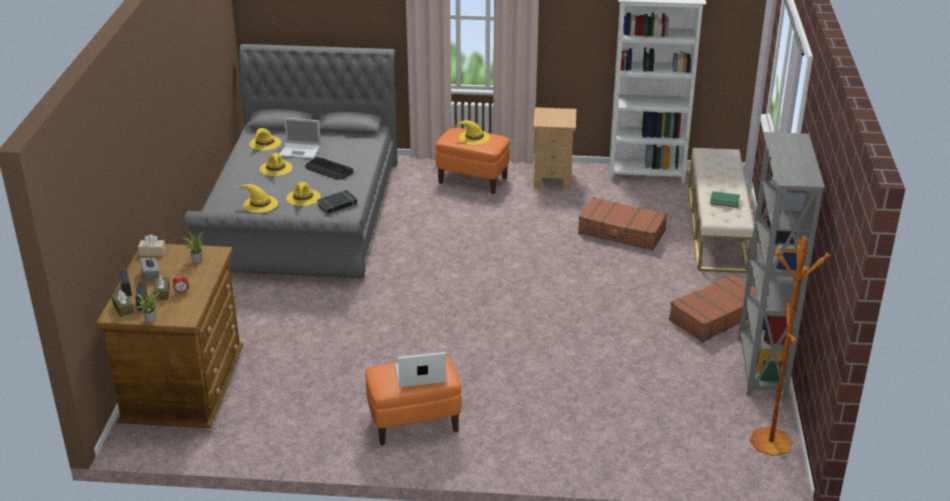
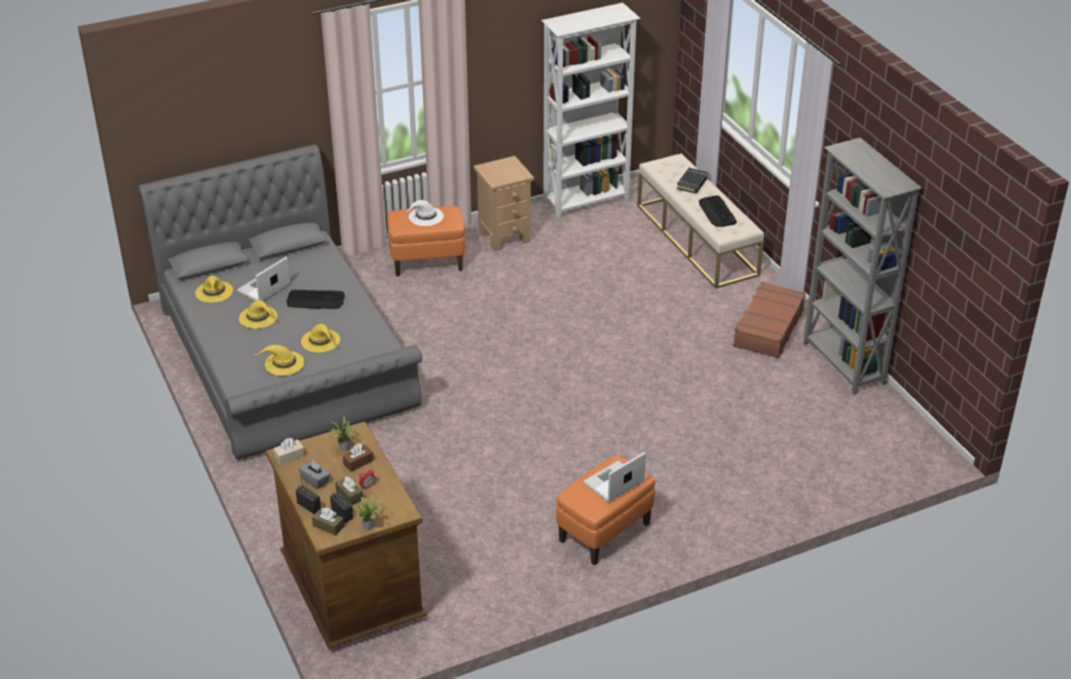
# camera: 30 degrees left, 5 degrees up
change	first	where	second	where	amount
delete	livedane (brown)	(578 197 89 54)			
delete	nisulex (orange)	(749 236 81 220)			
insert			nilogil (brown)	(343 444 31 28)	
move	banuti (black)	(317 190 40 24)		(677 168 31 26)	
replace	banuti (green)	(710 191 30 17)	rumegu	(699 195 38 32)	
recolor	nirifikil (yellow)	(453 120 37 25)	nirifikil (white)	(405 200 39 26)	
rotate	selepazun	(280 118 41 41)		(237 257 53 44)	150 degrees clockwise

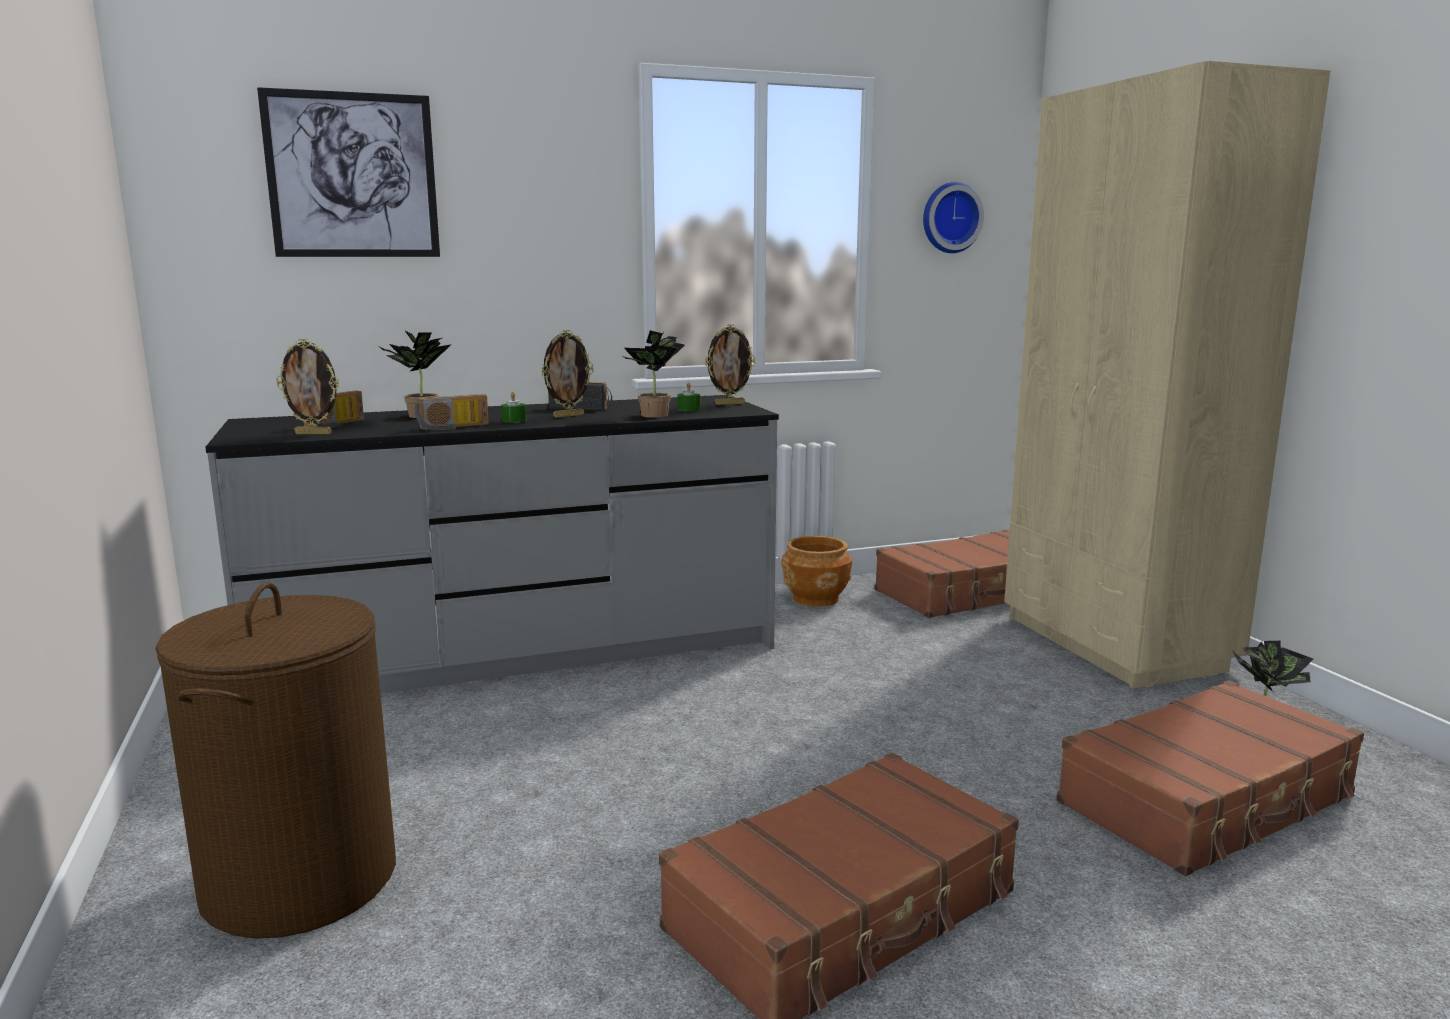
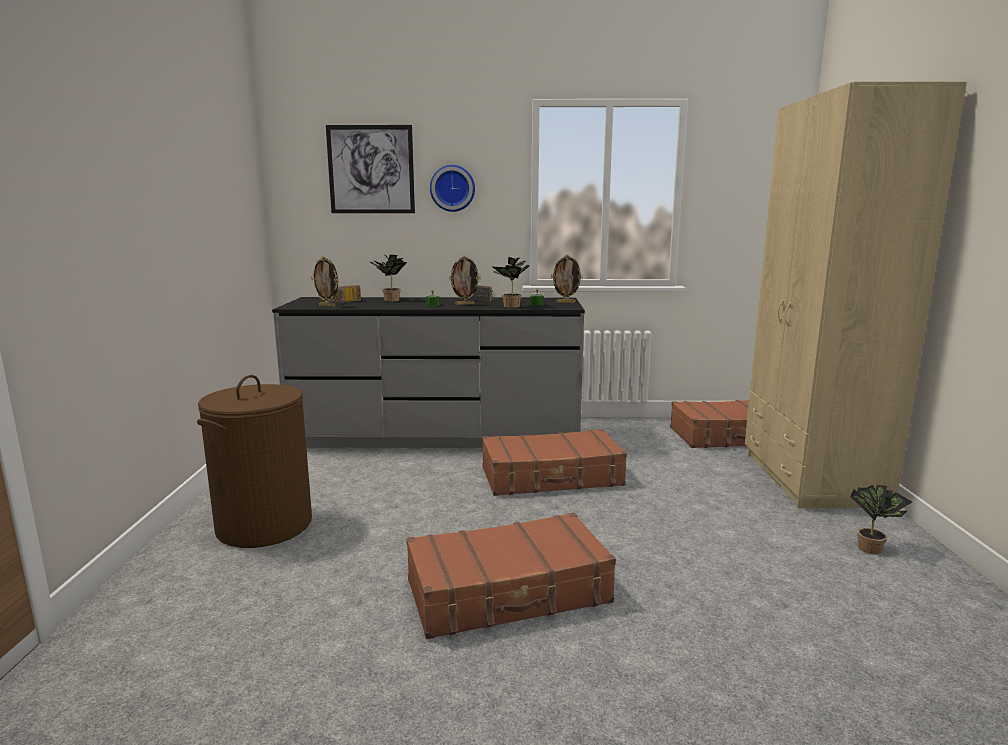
# camera: 20 degrees right, 0 degrees up
change	first	where	second	where	amount
delete	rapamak	(414 394 75 36)			
delete	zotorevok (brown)	(781 536 72 71)			
move	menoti	(923 182 61 71)		(430 165 45 47)	
move	livedane (brown)	(1056 680 308 196)		(482 429 145 67)	

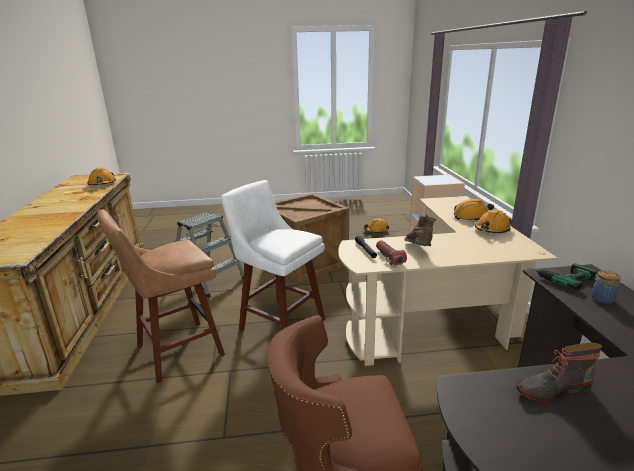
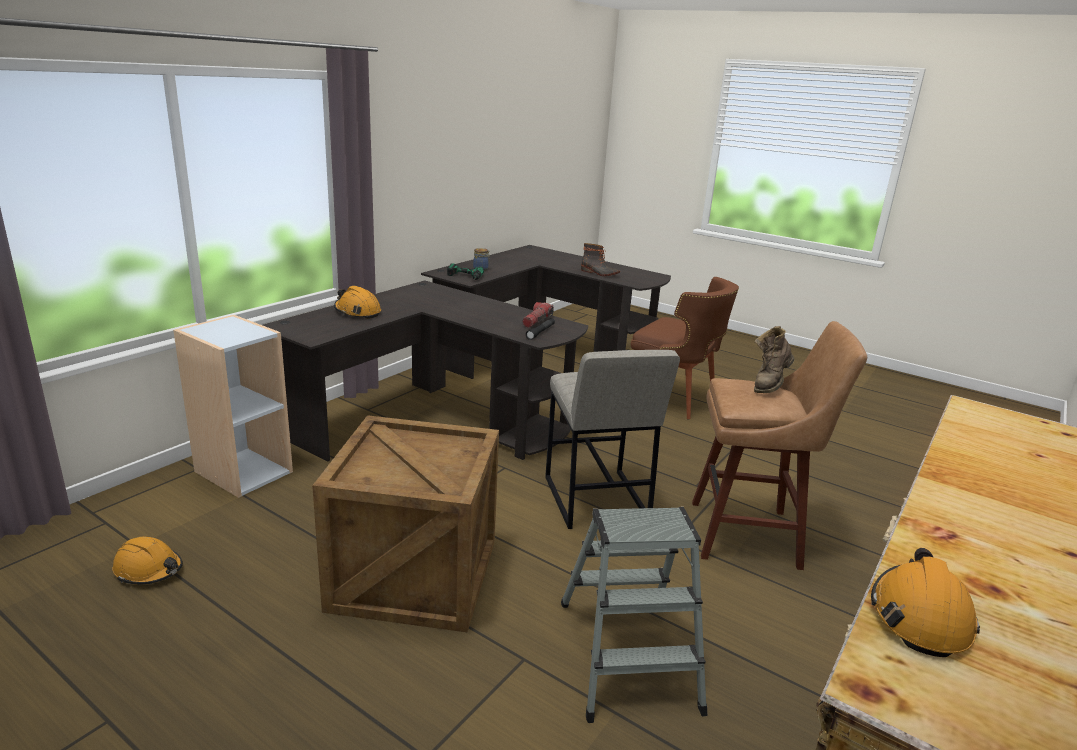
# camera: 140 degrees left, 0 degrees up
change	first	where	second	where	amount
delete	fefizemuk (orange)	(475 209 37 24)			
move	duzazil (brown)	(404 214 33 32)		(754 326 41 67)	
replace	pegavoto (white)	(221 180 104 152)	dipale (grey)	(545 350 135 179)	
recolor	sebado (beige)	(338 196 219 170)	sebado (black)	(263 280 325 181)	

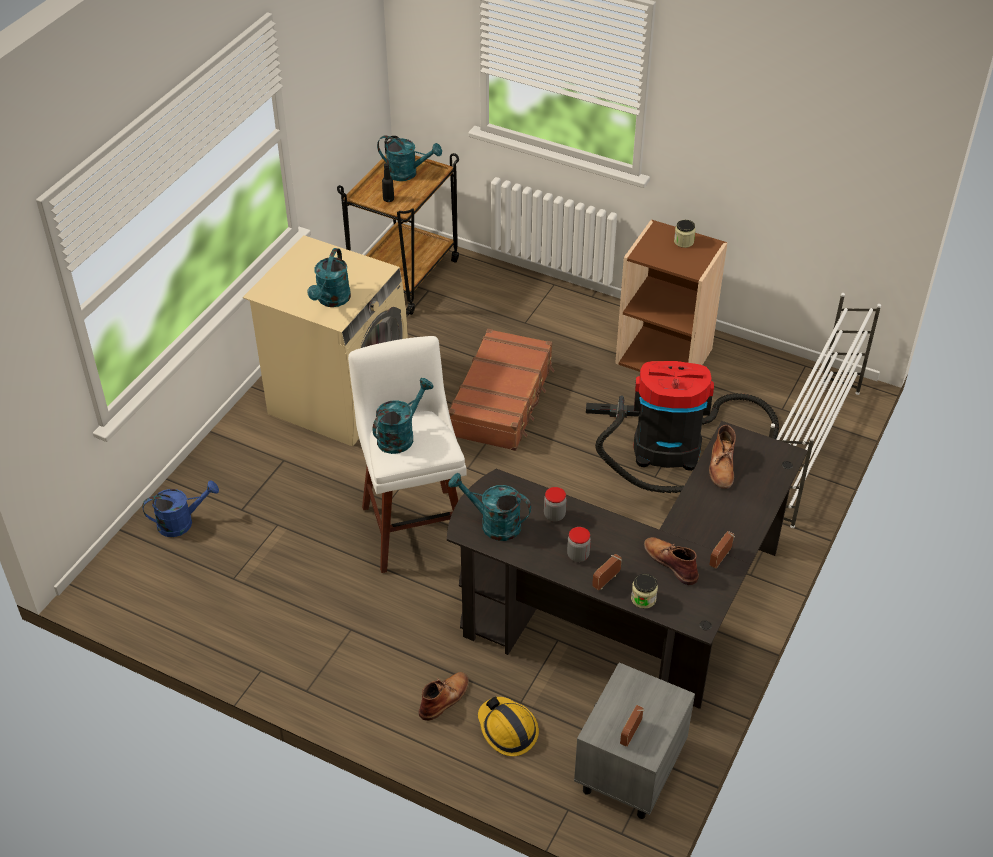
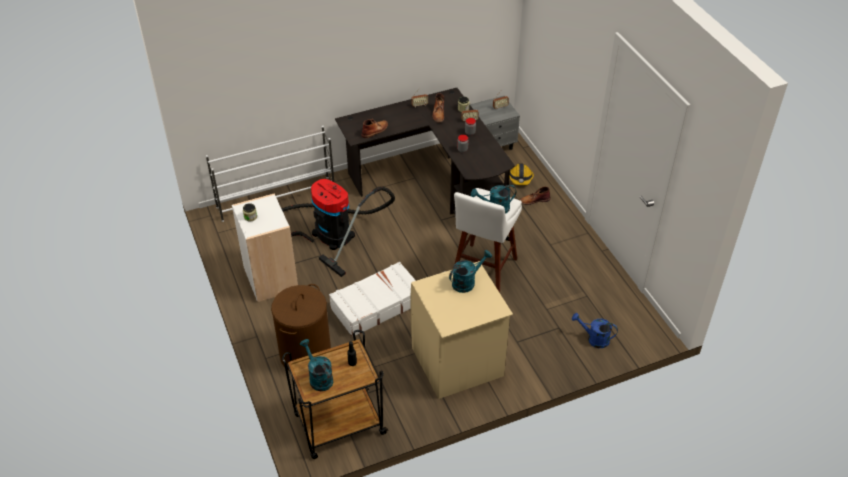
# camera: 140 degrees left, 0 degrees up
change	first	where	second	where	amount
delete	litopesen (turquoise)	(448 473 83 68)			
insert			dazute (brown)	(271 284 60 87)	
recolor	livedane (brown)	(449 329 105 122)	livedane (white)	(329 262 87 75)	
recolor	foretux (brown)	(615 220 113 152)	foretux (white)	(232 193 66 109)	

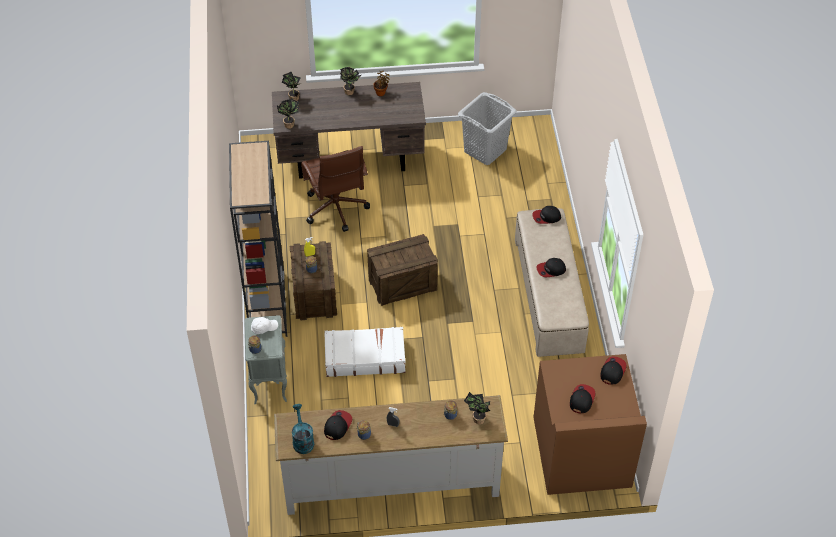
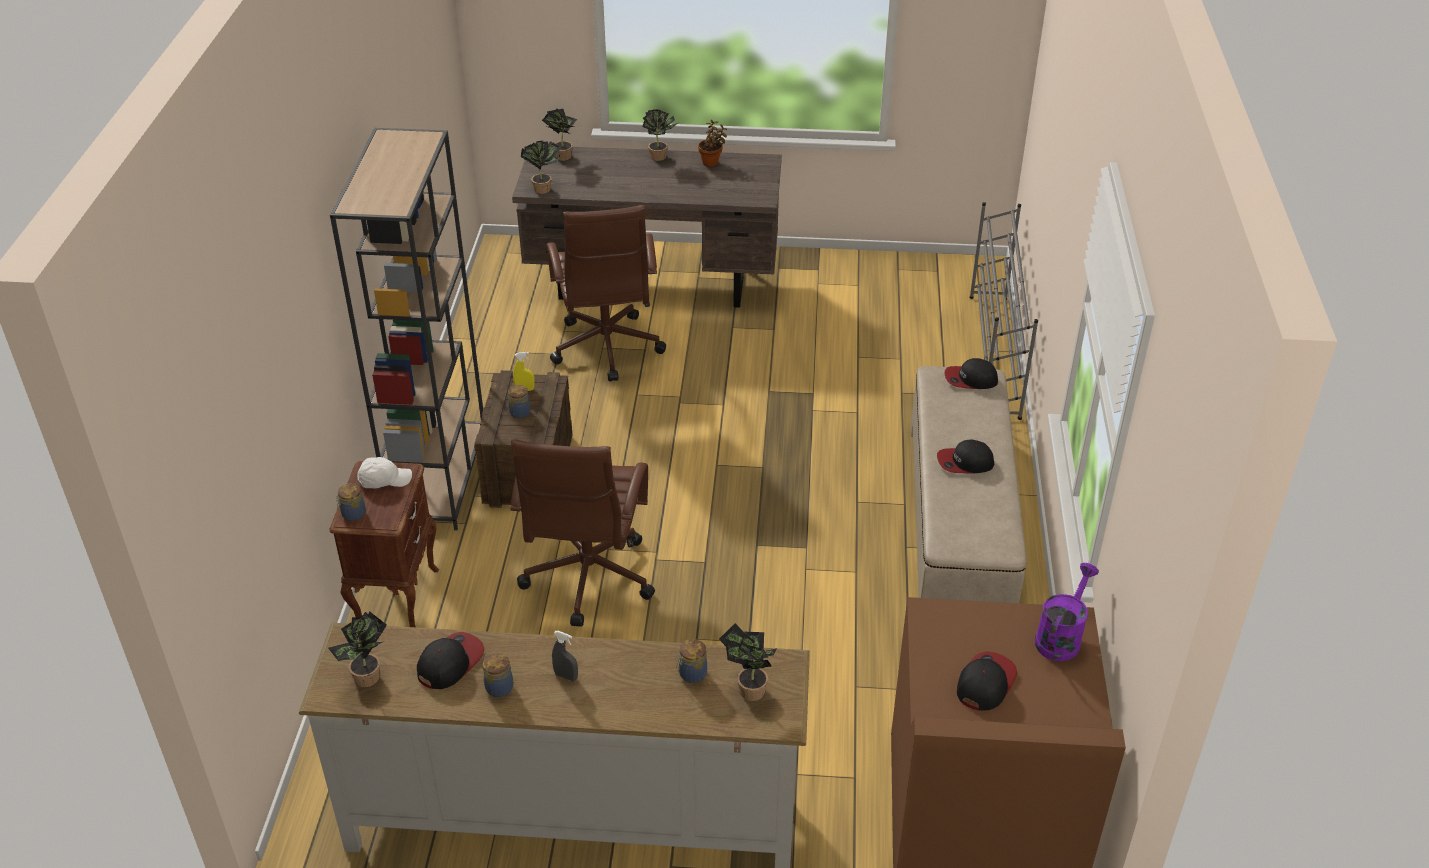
# camera: 10 degrees right, 10 degrees down
change	first	where	second	where	amount
delete	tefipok	(367 234 71 72)			
delete	dazute (grey)	(458 92 58 73)			
insert			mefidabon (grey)	(970 202 68 218)	
replace	litopesen (turquoise)	(292 404 22 50)	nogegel	(328 612 59 75)	
replace	livedane (white)	(324 327 82 50)	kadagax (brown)	(510 439 145 188)	
replace	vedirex	(600 356 27 29)	litopesen (purple)	(1035 563 64 98)	
recolor	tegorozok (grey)	(245 315 42 89)	tegorozok (brown)	(329 461 110 166)	

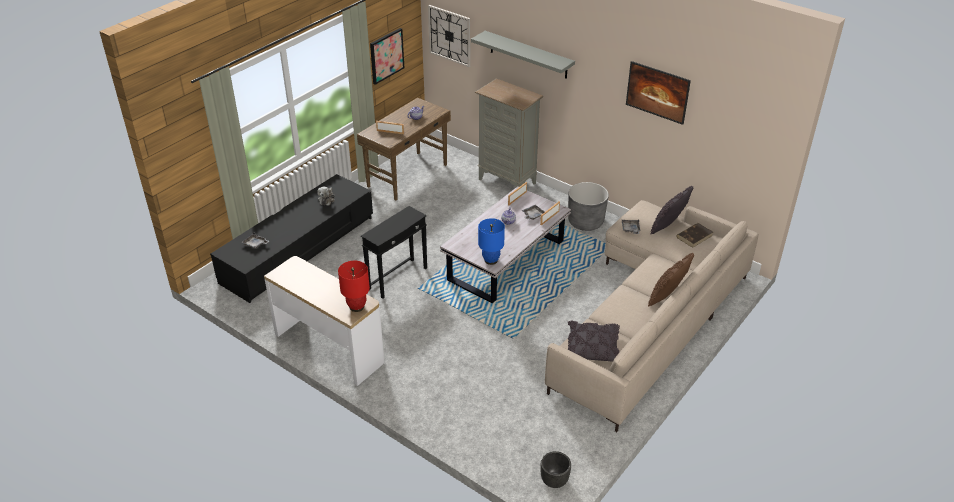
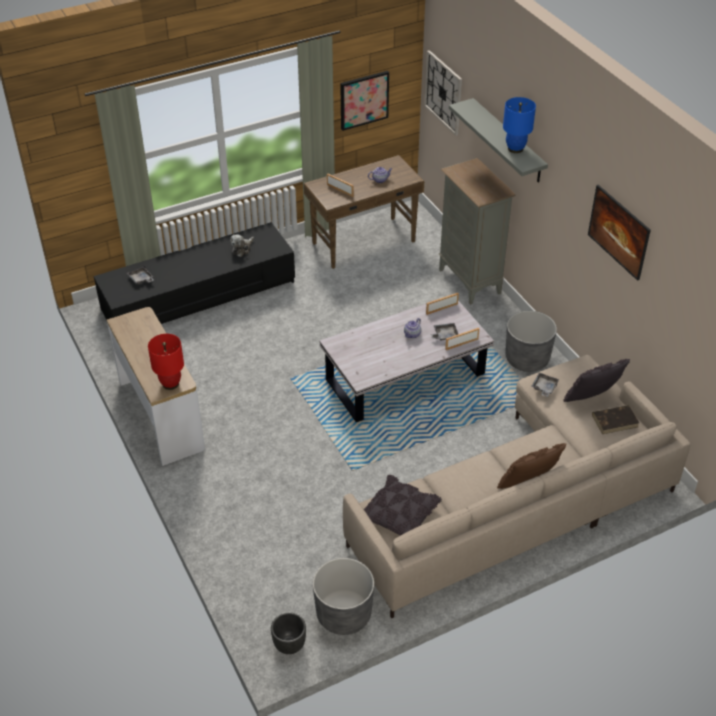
# camera: 25 degrees right, 5 degrees up
change	first	where	second	where	amount
delete	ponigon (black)	(361 206 66 93)			
insert			zotorevok (grey)	(313 558 61 77)	
move	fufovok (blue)	(478 218 27 47)		(503 97 33 56)	

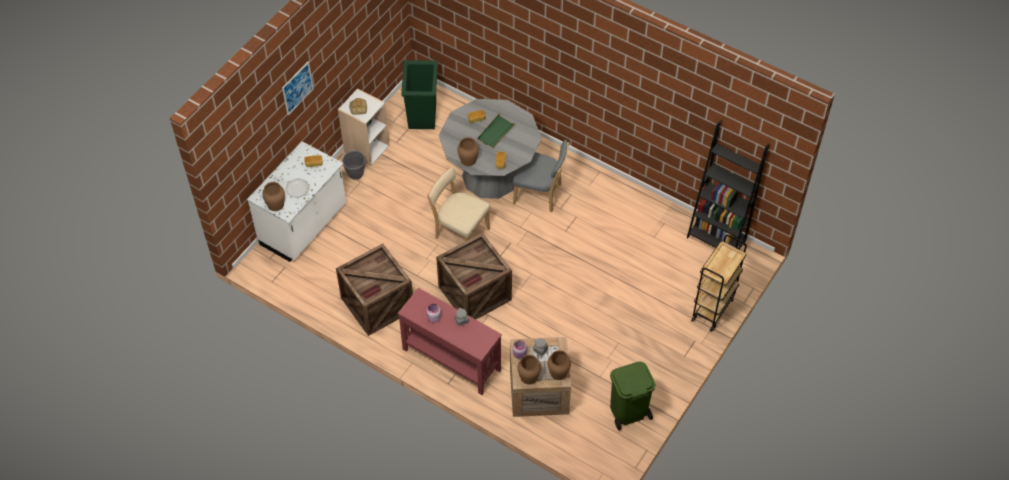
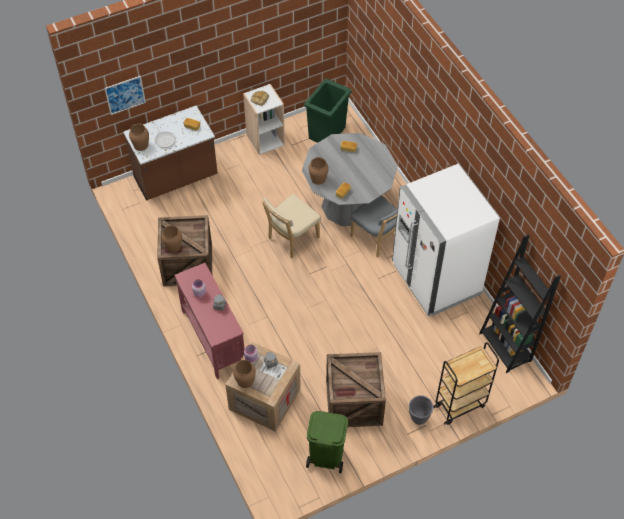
# camera: 30 degrees right, 0 degrees up
change	first	where	second	where	amount
delete	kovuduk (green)	(477 114 38 35)			
insert			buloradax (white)	(392 164 108 153)	
move	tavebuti	(282 61 32 54)		(105 76 41 39)	
move	zotorevok (grey)	(342 151 23 29)		(409 395 24 30)	
move	tefipok	(436 233 76 86)		(326 352 60 75)	
move	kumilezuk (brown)	(548 350 23 30)		(161 225 21 28)	
recolor	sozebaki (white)	(247 141 99 121)	sozebaki (brown)	(123 106 95 95)	
rotate	dipale (beige)	(427 168 63 74)		(262 194 59 64)	105 degrees counterclockwise

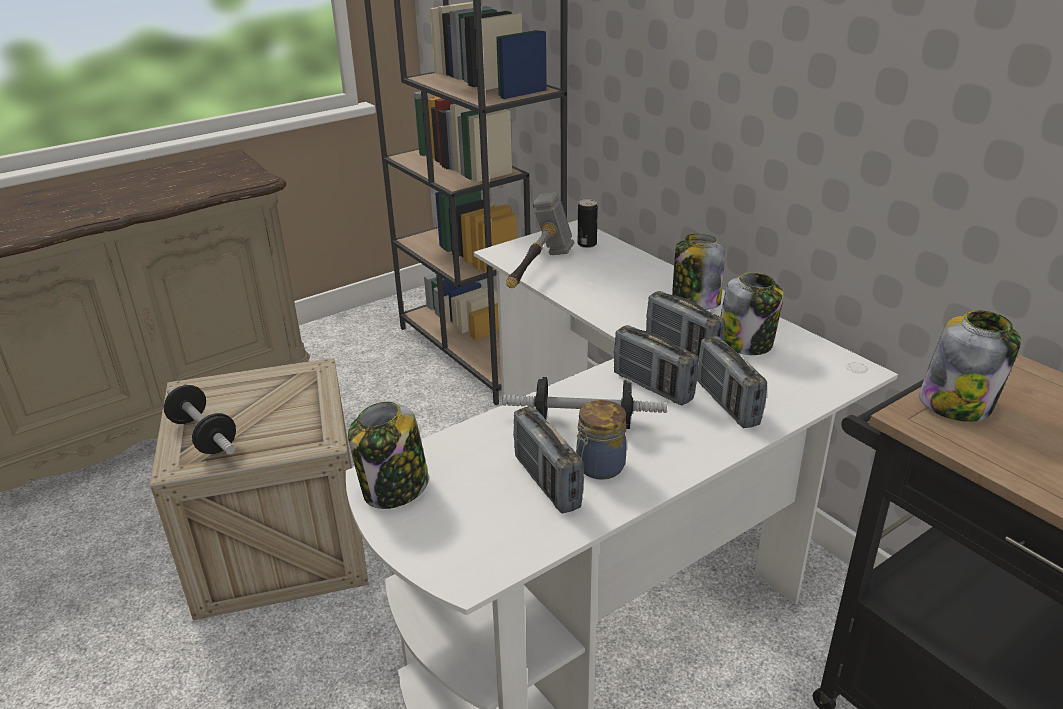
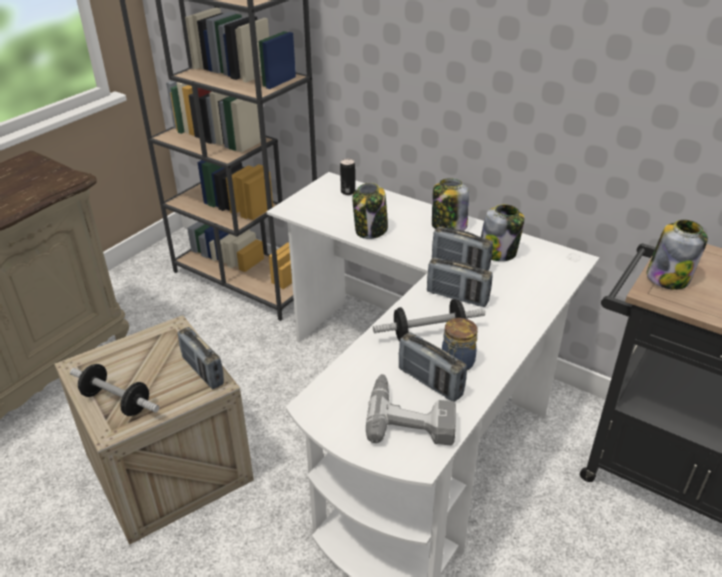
# camera: 20 degrees left, 5 degrees up
change	first	where	second	where	amount
delete	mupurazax	(506 192 68 96)			
insert			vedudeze	(366 374 90 71)	
move	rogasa	(348 402 81 107)		(352 183 36 56)	
move	rapamak	(697 336 70 92)		(178 327 46 62)	

